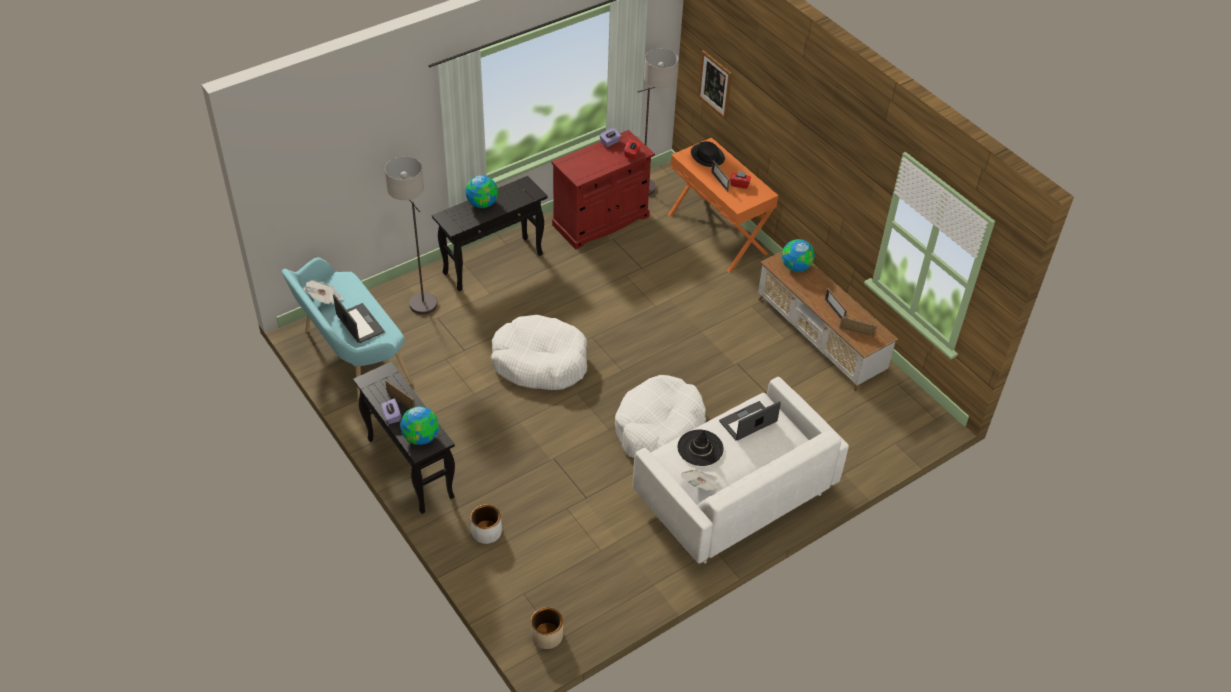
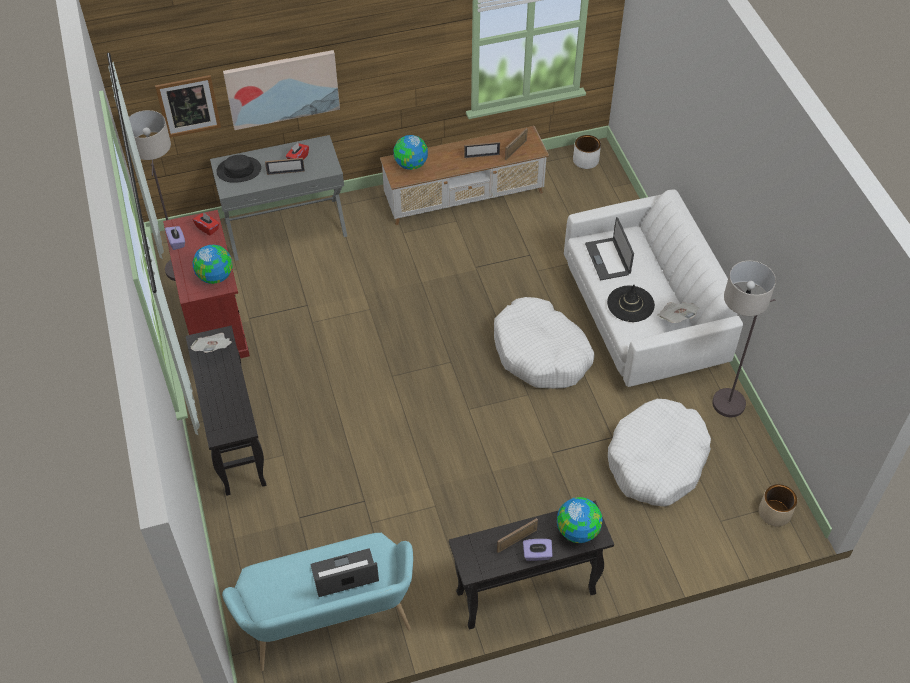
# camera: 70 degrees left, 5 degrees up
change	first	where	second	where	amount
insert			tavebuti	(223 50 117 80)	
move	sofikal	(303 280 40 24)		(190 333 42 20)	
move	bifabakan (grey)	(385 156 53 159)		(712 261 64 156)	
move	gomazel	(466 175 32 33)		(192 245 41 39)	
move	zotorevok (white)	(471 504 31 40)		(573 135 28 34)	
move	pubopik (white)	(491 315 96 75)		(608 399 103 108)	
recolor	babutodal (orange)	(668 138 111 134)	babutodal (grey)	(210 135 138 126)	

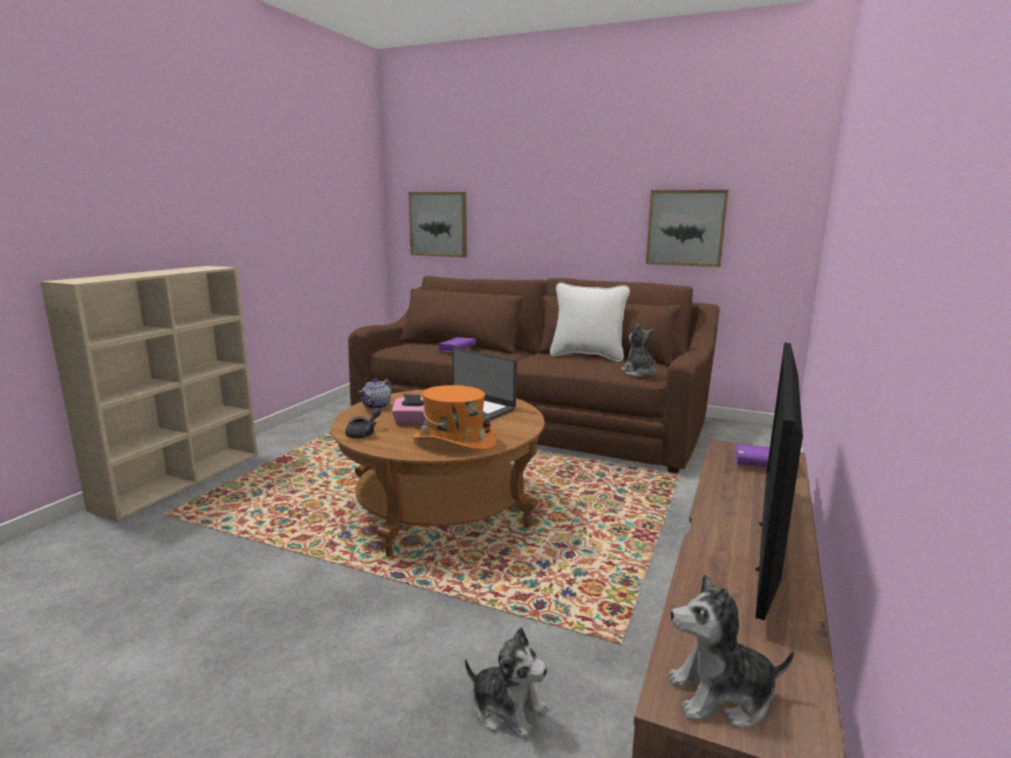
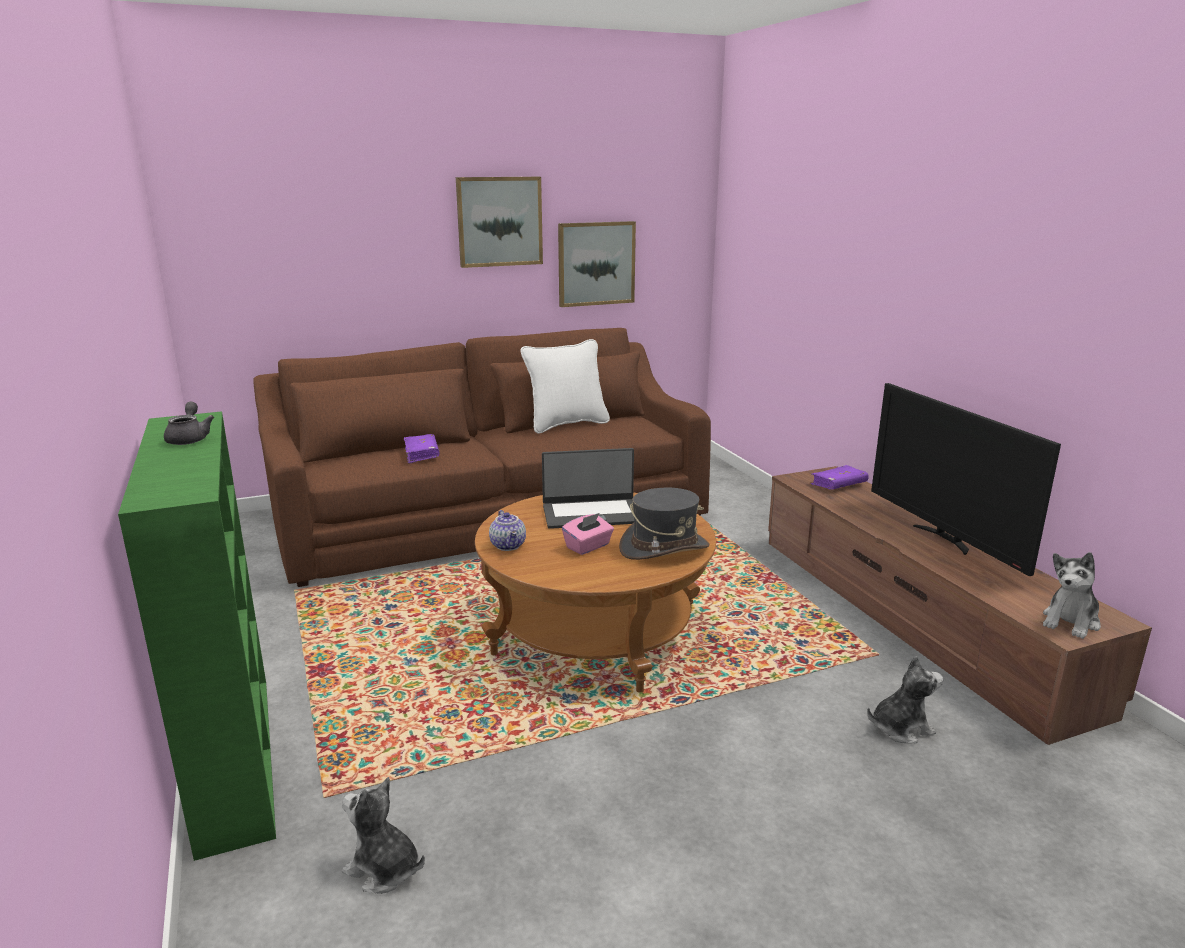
# camera: 45 degrees left, 5 degrees up
change	first	where	second	where	amount
move	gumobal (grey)	(345 408 36 30)		(164 402 50 43)	
move	tavebuti	(409 192 58 65)		(456 177 87 91)	
move	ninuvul	(621 323 35 54)		(342 777 83 117)	
recolor	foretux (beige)	(40 266 218 255)	foretux (green)	(118 411 158 450)	
recolor	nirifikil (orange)	(412 385 85 65)	nirifikil (grey)	(619 488 90 72)	

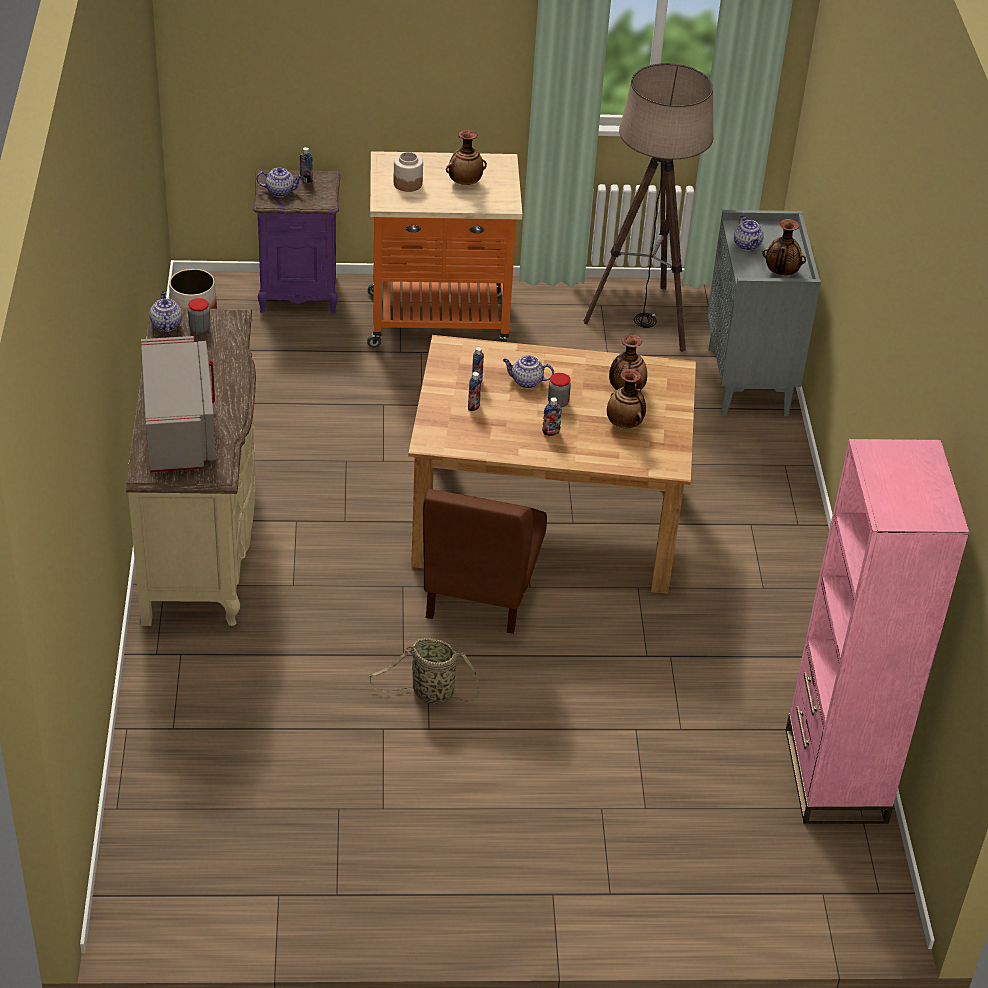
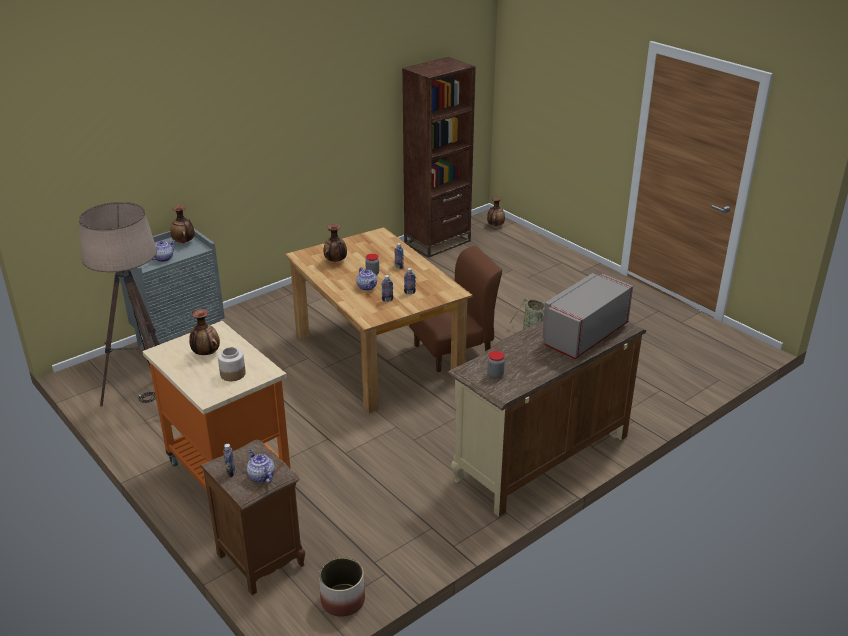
# camera: 125 degrees left, 10 degrees down
change	first	where	second	where	amount
delete	gumobal	(149 291 33 41)			
move	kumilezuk	(607 369 39 59)		(487 197 18 29)	
recolor	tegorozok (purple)	(253 170 87 144)	tegorozok (brown)	(201 440 104 155)	
recolor	foretux (pink)	(786 439 184 385)	foretux (brown)	(402 57 74 201)	

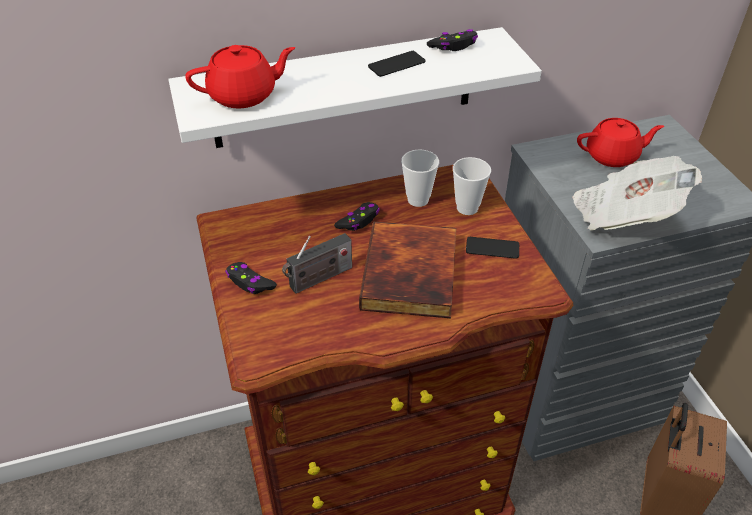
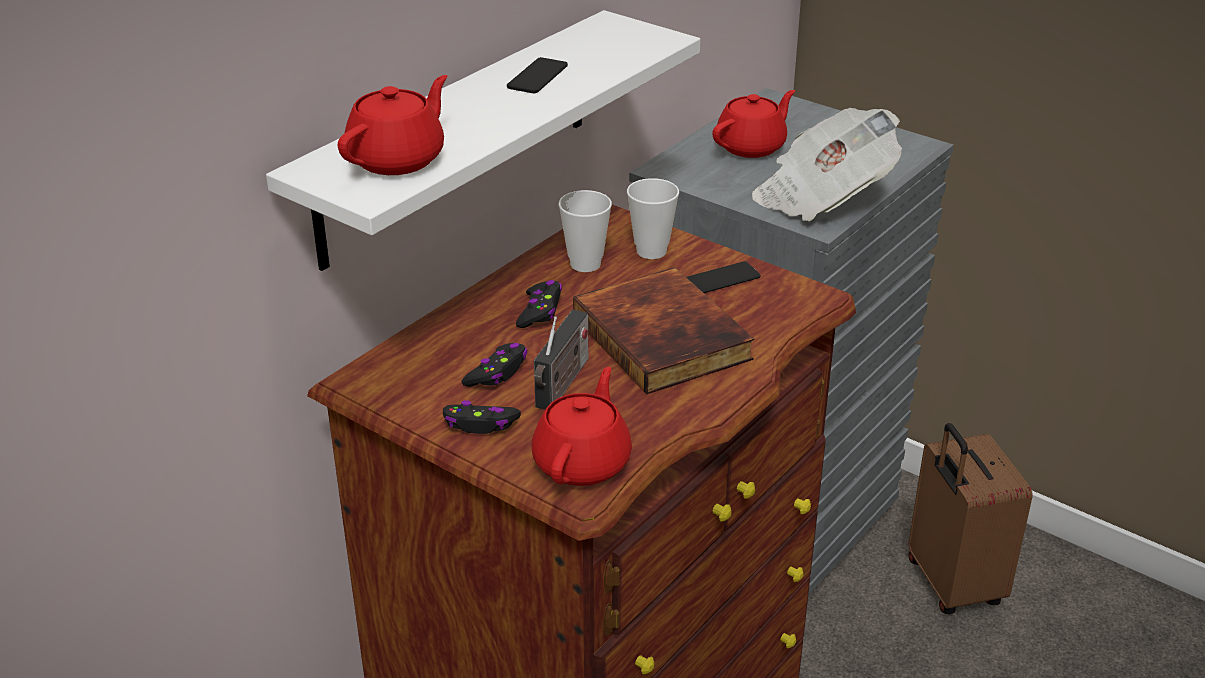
# camera: 35 degrees left, 10 degrees down
change	first	where	second	where	amount
insert			gumobal (red)	(532 367 100 119)	
move	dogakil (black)	(427 29 51 22)		(461 343 67 44)	

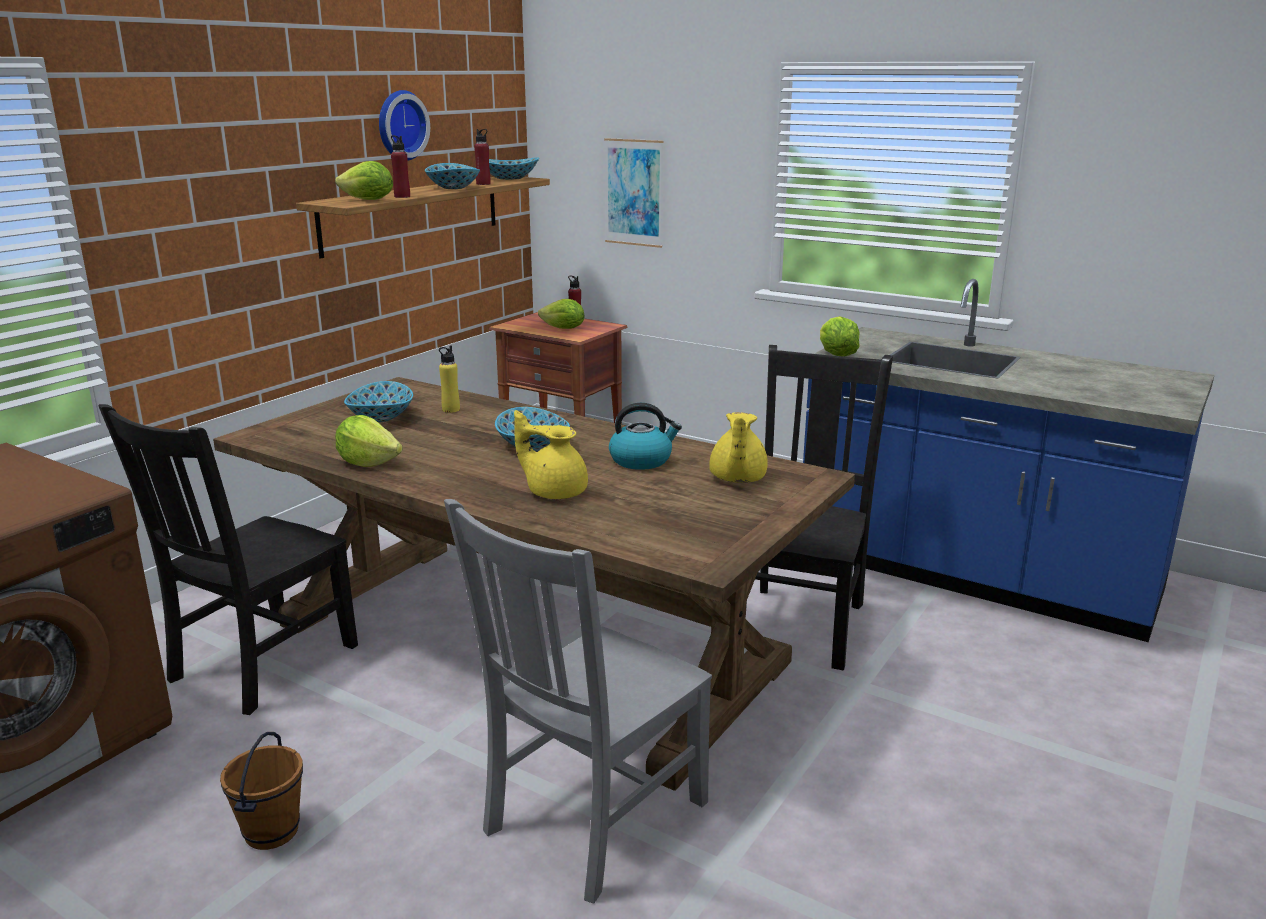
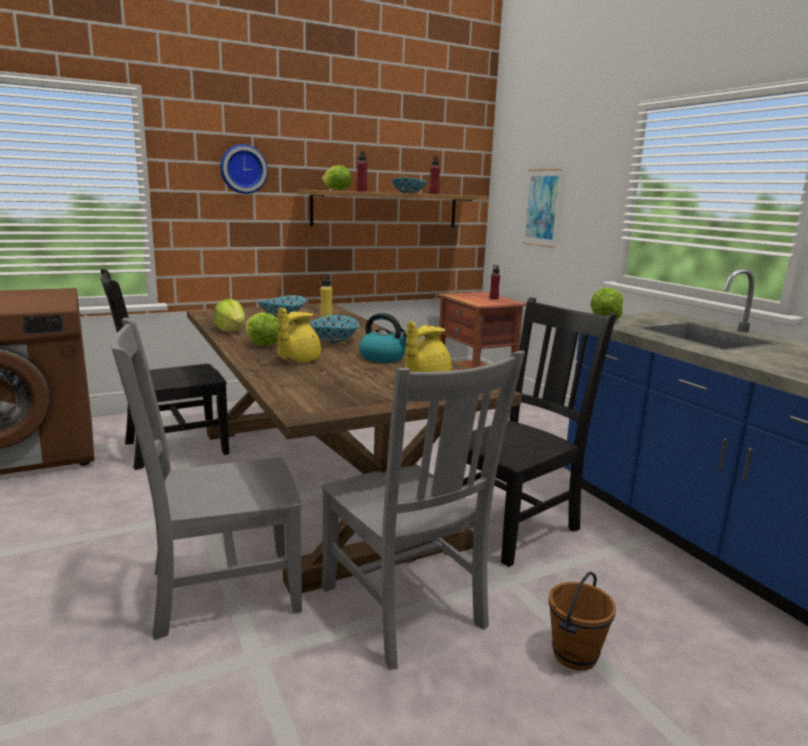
# camera: 30 degrees right, 5 degrees down
change	first	where	second	where	amount
delete	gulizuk	(489 157 50 23)			
insert			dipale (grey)	(321 351 204 319)	
move	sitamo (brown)	(220 732 83 118)		(549 572 67 99)	
move	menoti	(379 90 51 71)		(220 144 48 50)	
move	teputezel	(538 299 47 30)		(245 312 33 34)	
rotate	gumobal (yellow)	(514 410 74 89)		(278 308 43 54)	120 degrees counterclockwise

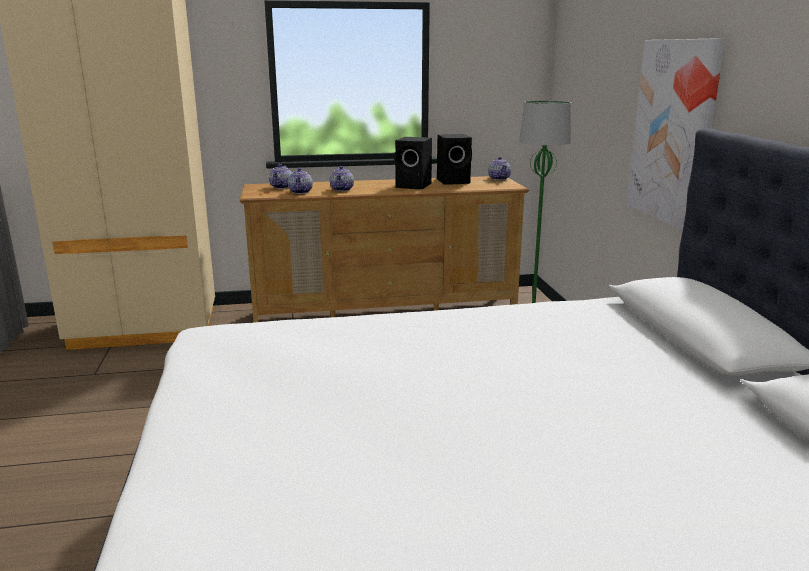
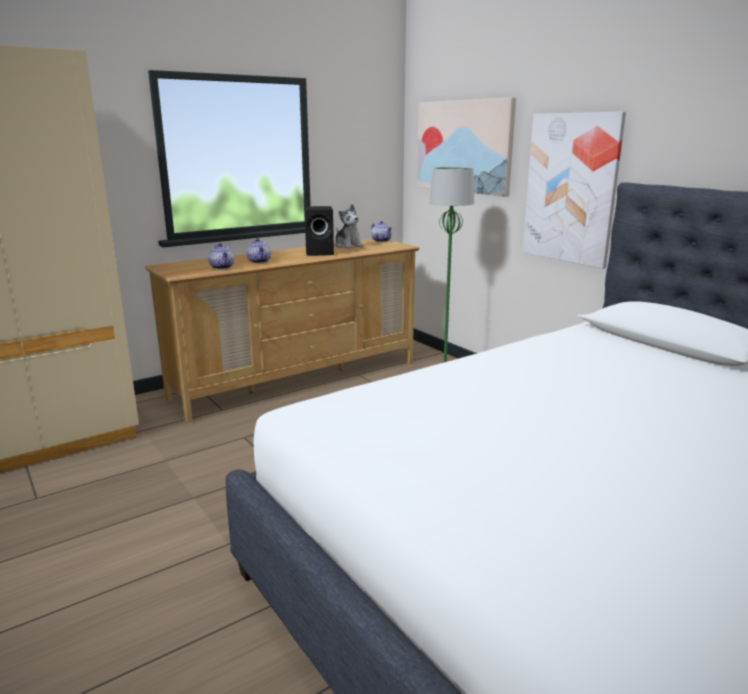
# camera: 25 degrees left, 0 degrees up
change	first	where	second	where	amount
delete	gumobal	(269 164 23 25)			
insert			tavebuti	(417 97 99 100)	
replace	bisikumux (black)	(437 134 35 50)	ninuvul	(335 204 29 45)	

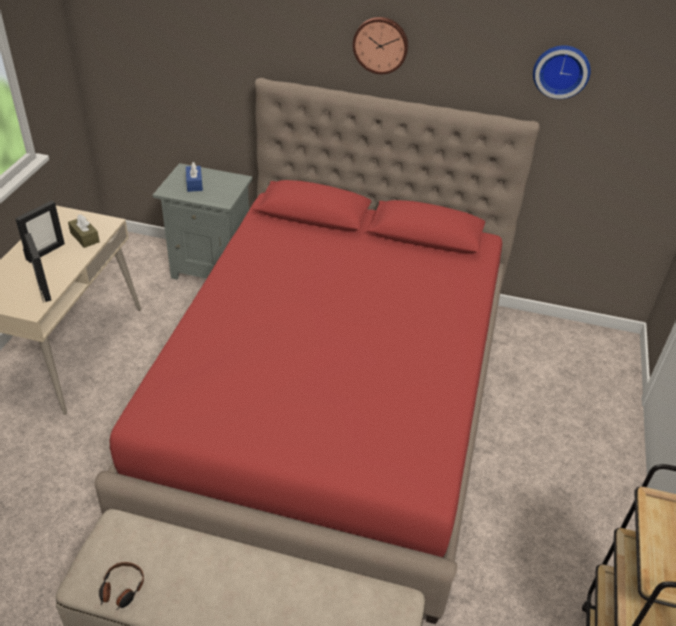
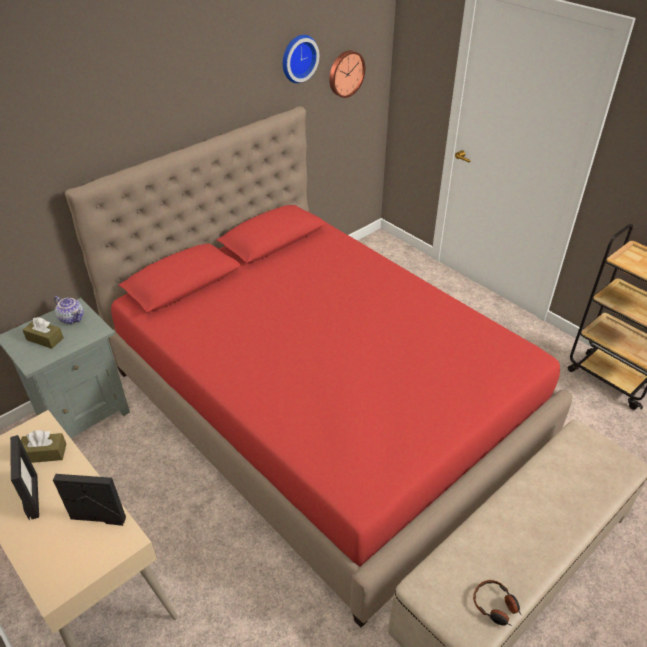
# camera: 55 degrees left, 0 degrees up
change	first	where	second	where	amount
insert			gumobal	(54 296 30 28)	
move	menoti	(353 17 55 57)		(329 50 36 48)	
recolor	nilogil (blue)	(186 162 17 30)	nilogil (brown)	(23 317 41 32)	

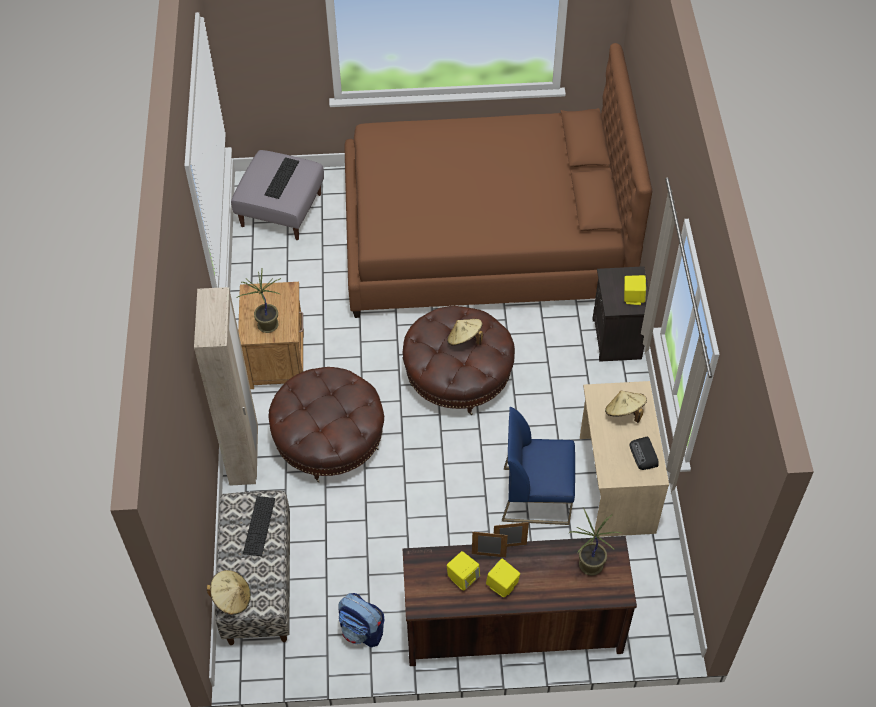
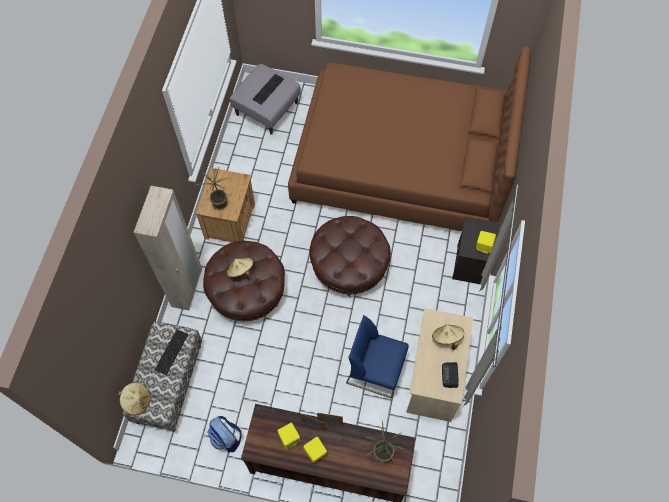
# camera: 15 degrees right, 10 degrees up
change	first	where	second	where	amount
move	nirifikil (beige)	(447 318 36 28)		(226 258 27 22)	

